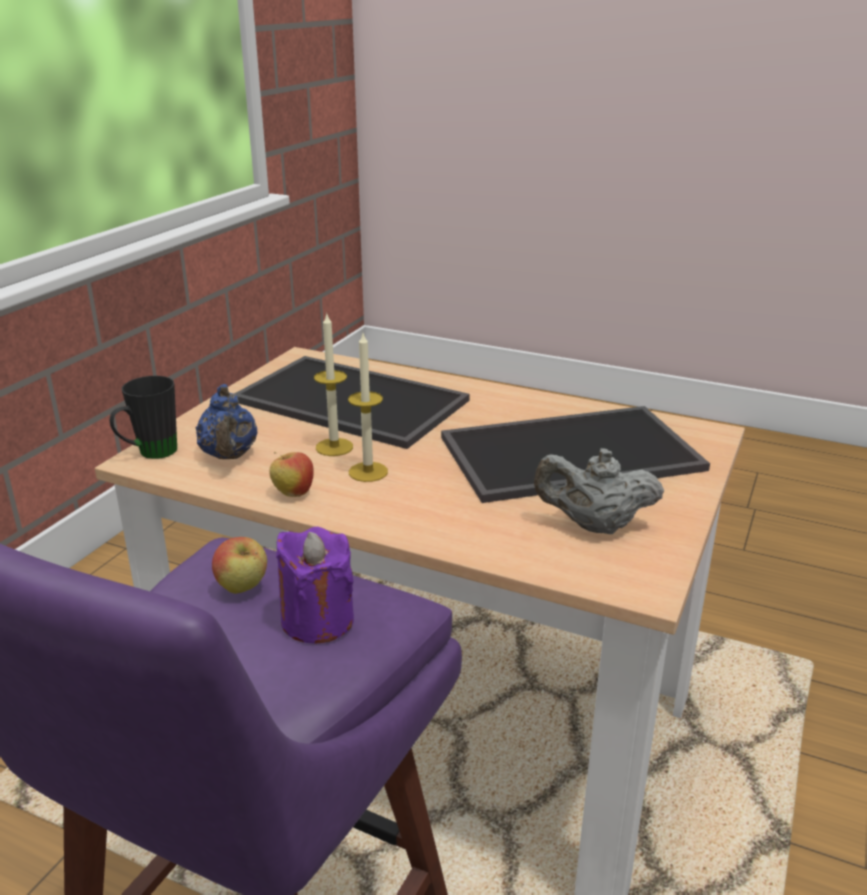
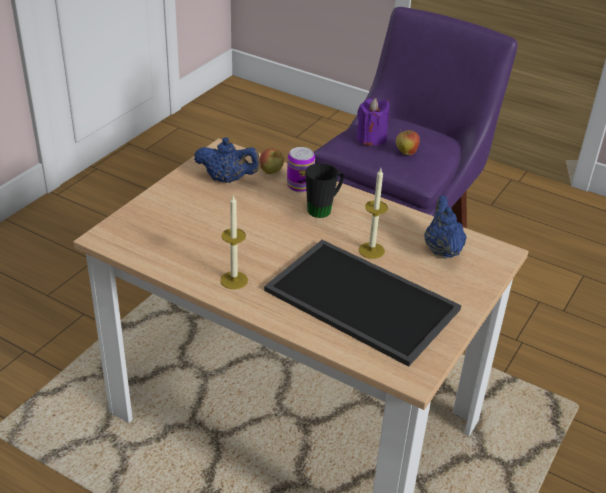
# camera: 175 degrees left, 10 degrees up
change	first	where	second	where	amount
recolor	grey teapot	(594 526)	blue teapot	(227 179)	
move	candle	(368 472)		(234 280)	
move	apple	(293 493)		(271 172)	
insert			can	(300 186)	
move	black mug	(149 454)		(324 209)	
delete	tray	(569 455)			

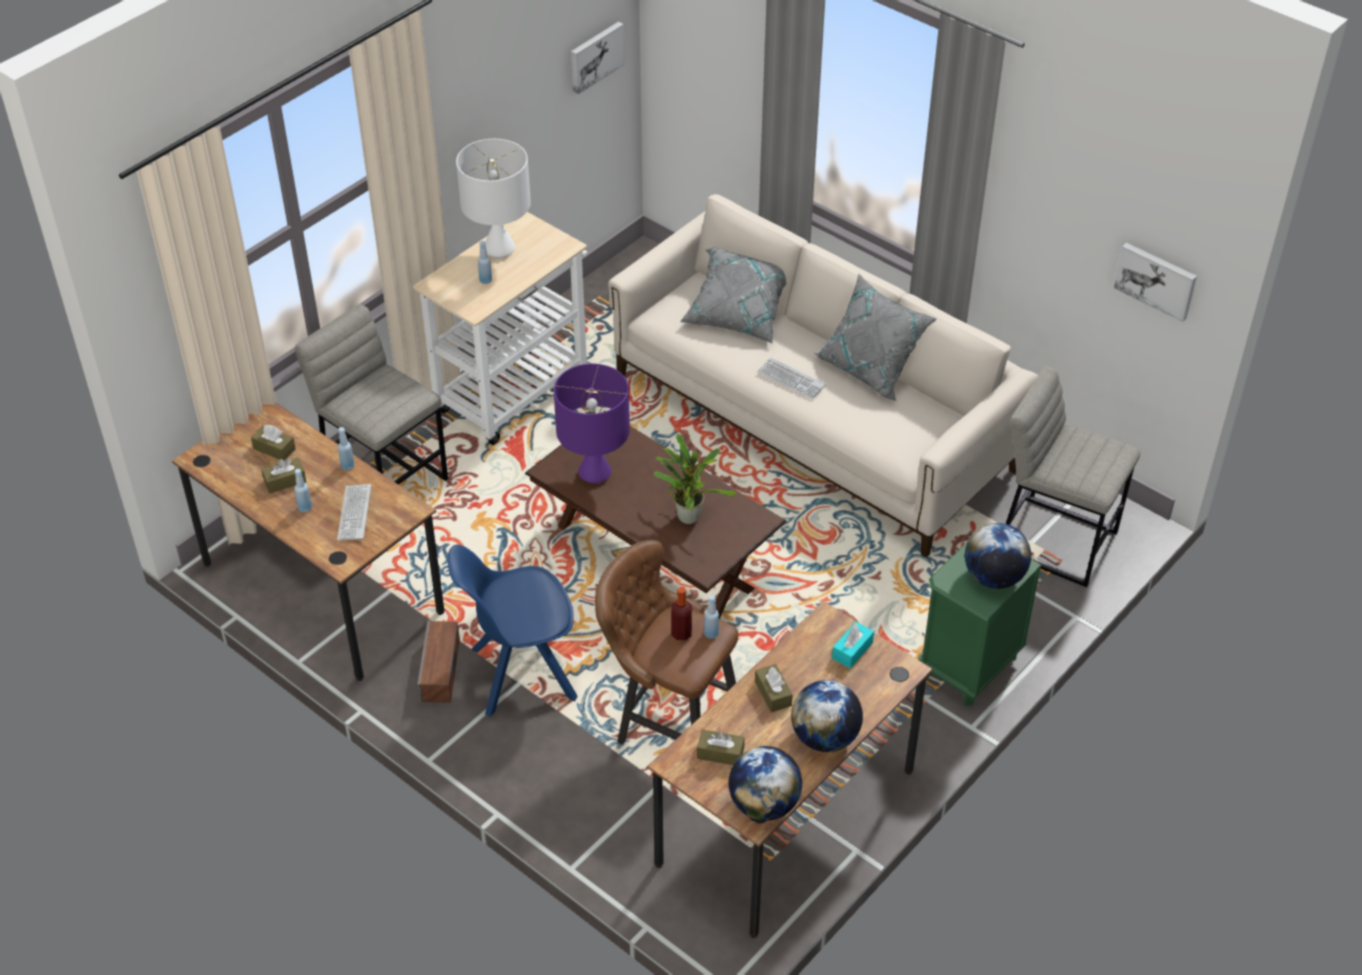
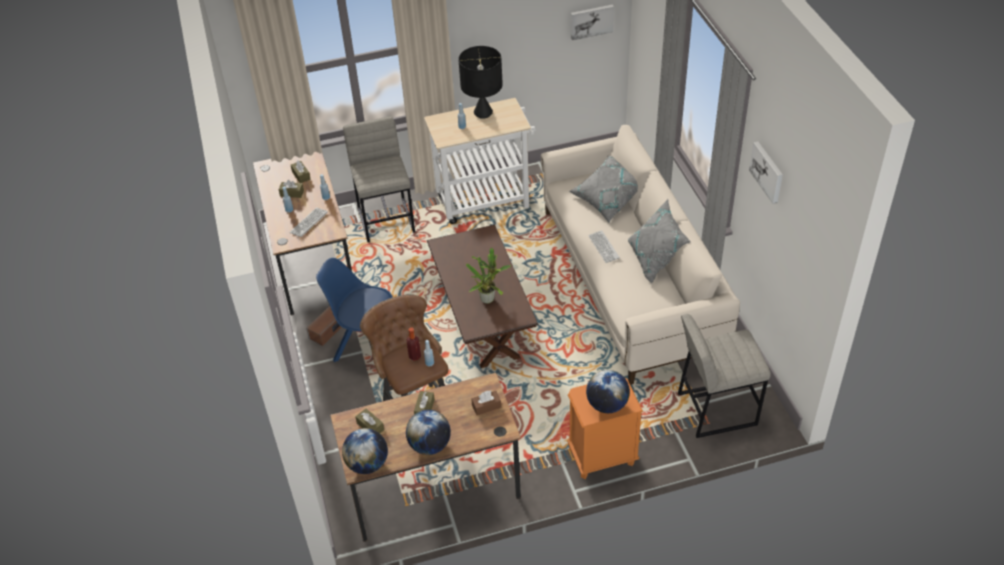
# camera: 35 degrees right, 0 degrees up
change	first	where	second	where	amount
recolor	white table lamp	(499 250)	black table lamp	(483 114)	
recolor	turquoise tissue box	(852 650)	brown tissue box	(486 406)	
recolor	green nightstand	(968 667)	orange nightstand	(601 457)	
rotate	grey chair	(1054 540)		(715 409)	75 degrees counterclockwise
move	picture	(1156 280)		(767 172)	
delete	purple table lamp	(594 474)			

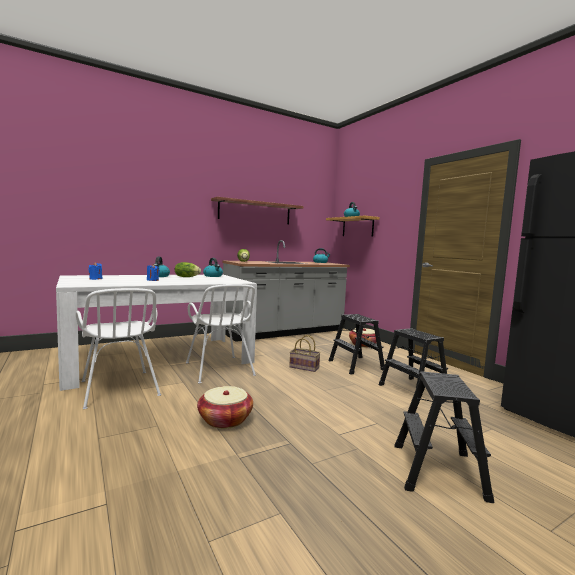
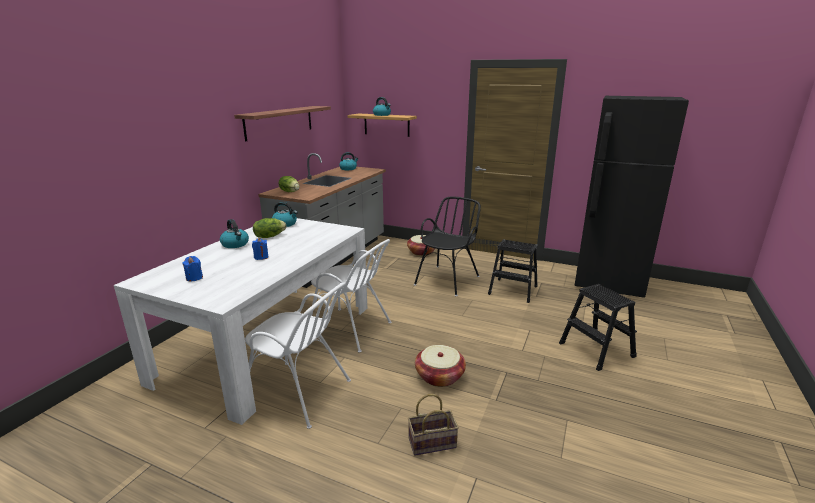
# camera: 35 degrees left, 15 degrees up
change	first	where	second	where	amount
move	basket	(305 367)		(433 442)	
replace	black step ladder	(356 365)	black chair	(448 279)	

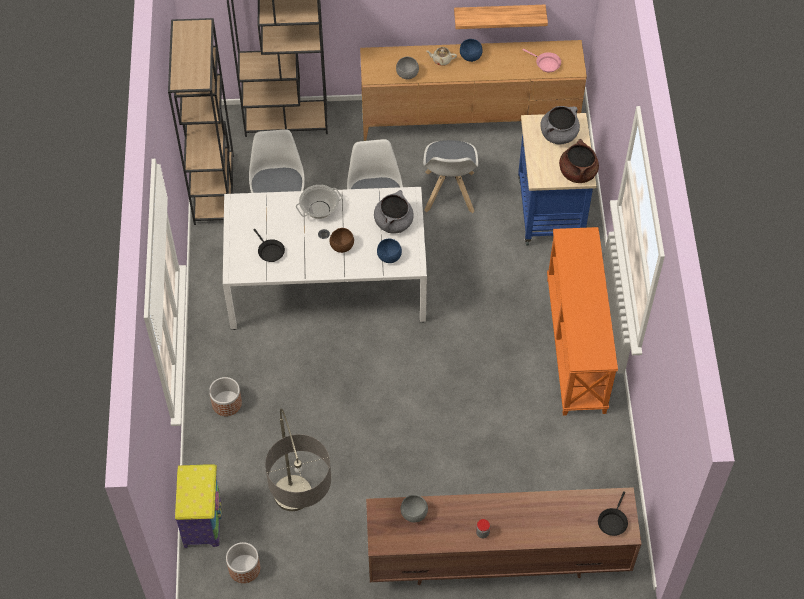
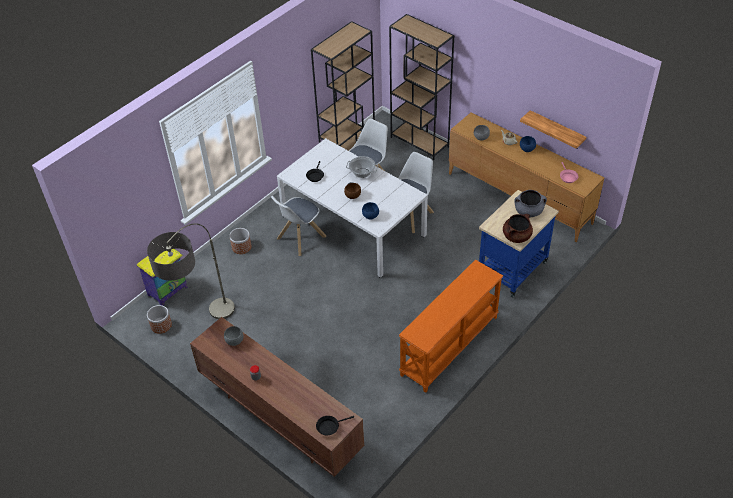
# camera: 45 degrees right, 10 degrees down
change	first	where	second	where	amount
move	chair	(449 193)		(300 238)	
delete	grey cooking pot	(393 222)			

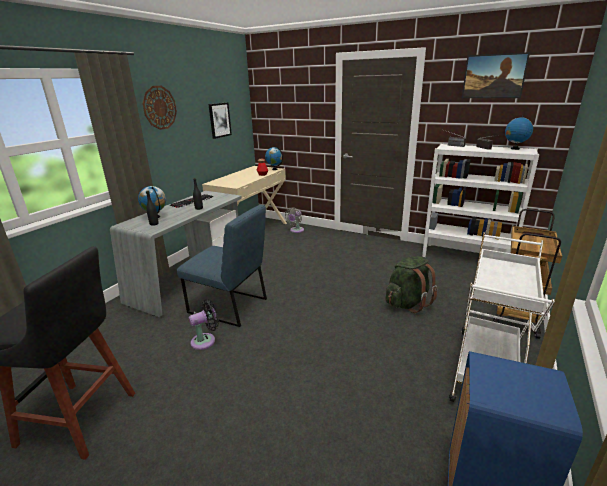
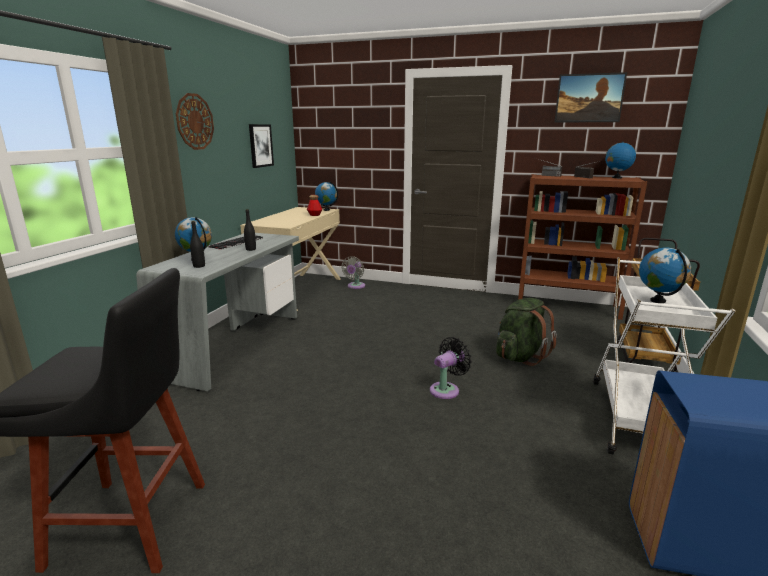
# camera: 10 degrees left, 5 degrees down
change	first	where	second	where	amount
move	black fan	(206 340)		(446 389)	
recolor	white bookcase	(466 258)	brown bookcase	(567 307)	
insert			globe	(658 301)	
delete	blue chair	(229 306)			

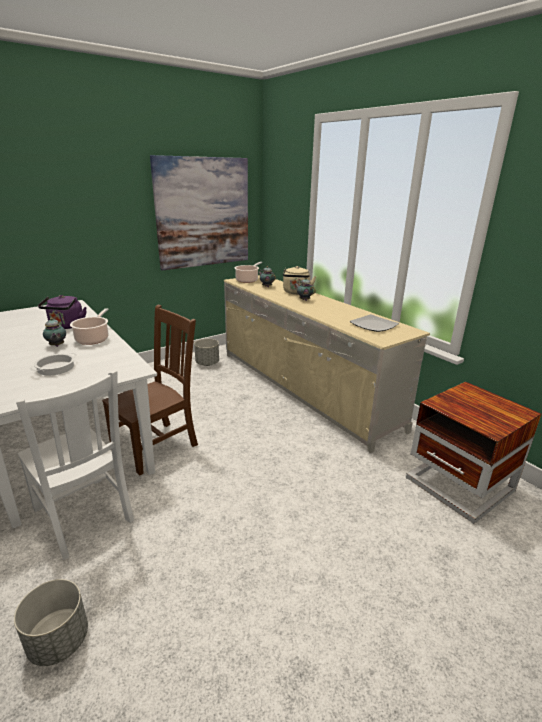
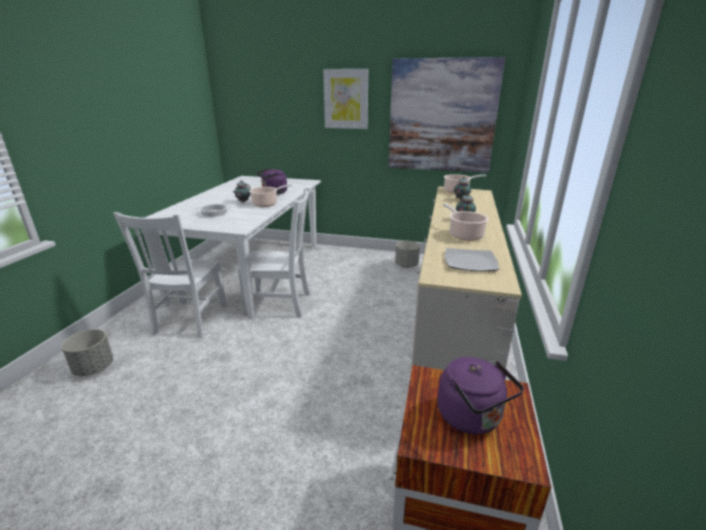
# camera: 50 degrees right, 0 degrees up
change	first	where	second	where	amount
recolor	brown chair	(158 446)	white chair	(281 304)	
insert			picture	(346 99)	
insert			purple kettle	(472 418)	
insert			cooking pot	(464 235)	
delete	beige kettle	(296 292)			

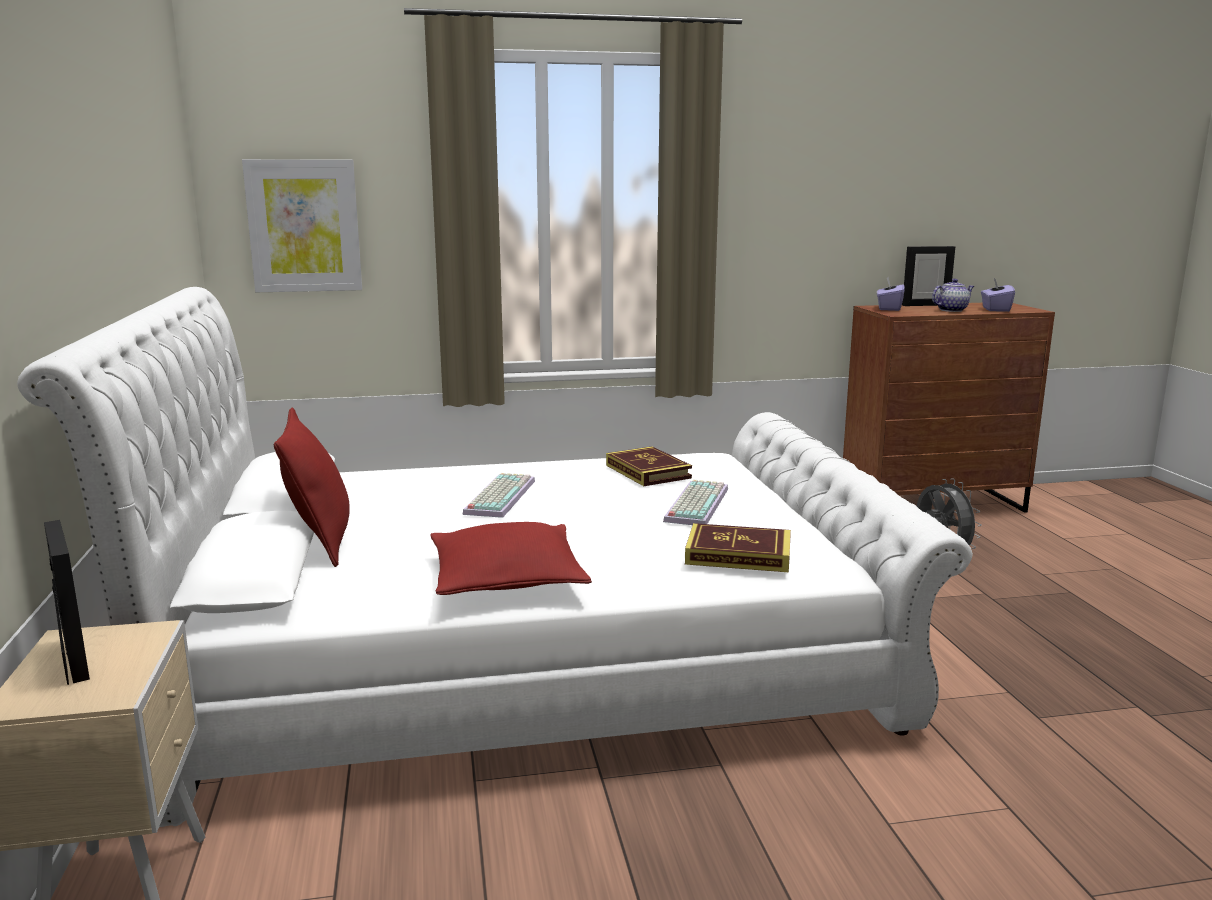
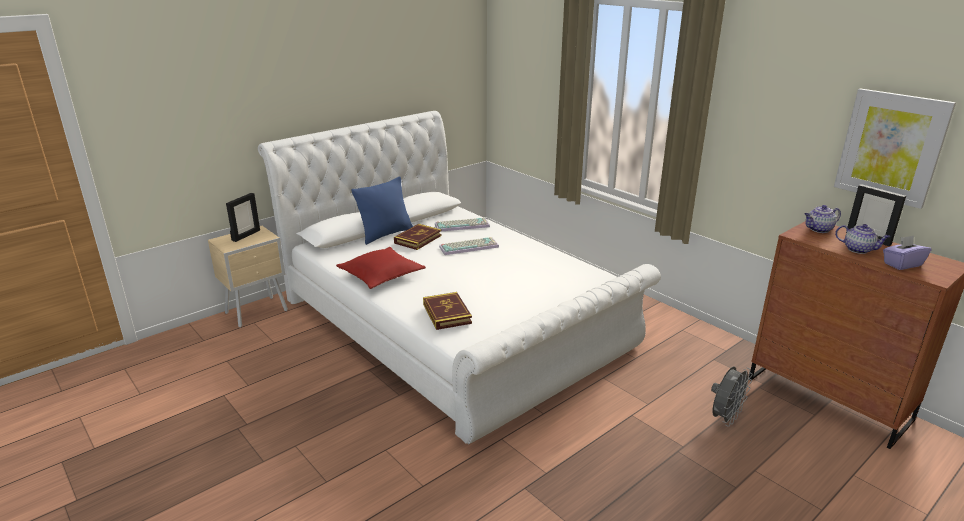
# camera: 60 degrees right, 10 degrees up
change	first	where	second	where	amount
recolor	red pillow	(321 542)	blue pillow	(385 234)	
move	book	(648 471)		(418 239)	
move	keyboard	(695 504)		(462 225)	
replace	purple tissue box	(889 308)	teapot	(818 229)	
move	picture	(304 226)		(891 147)	

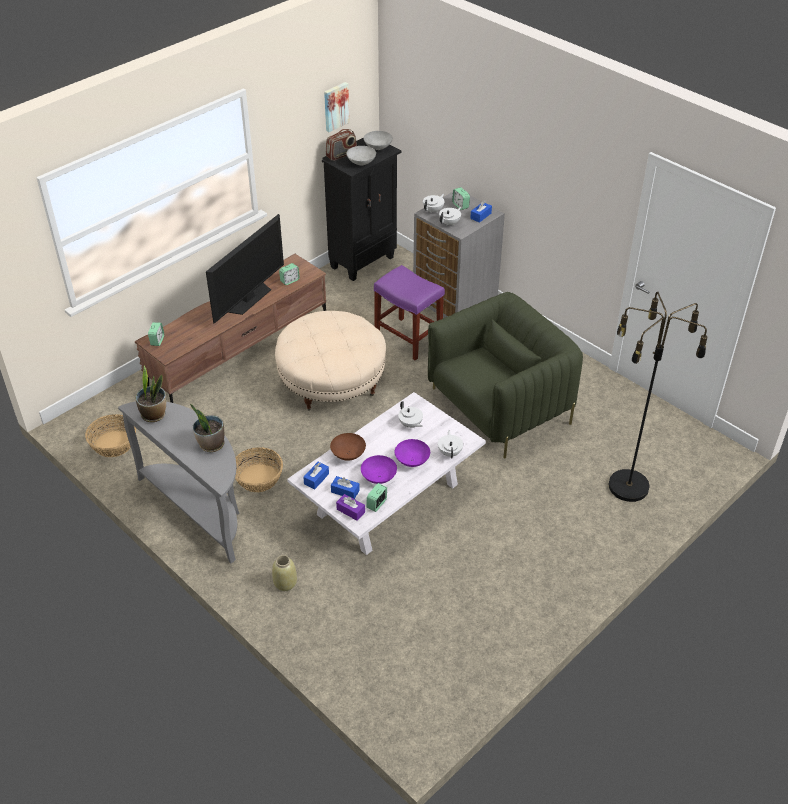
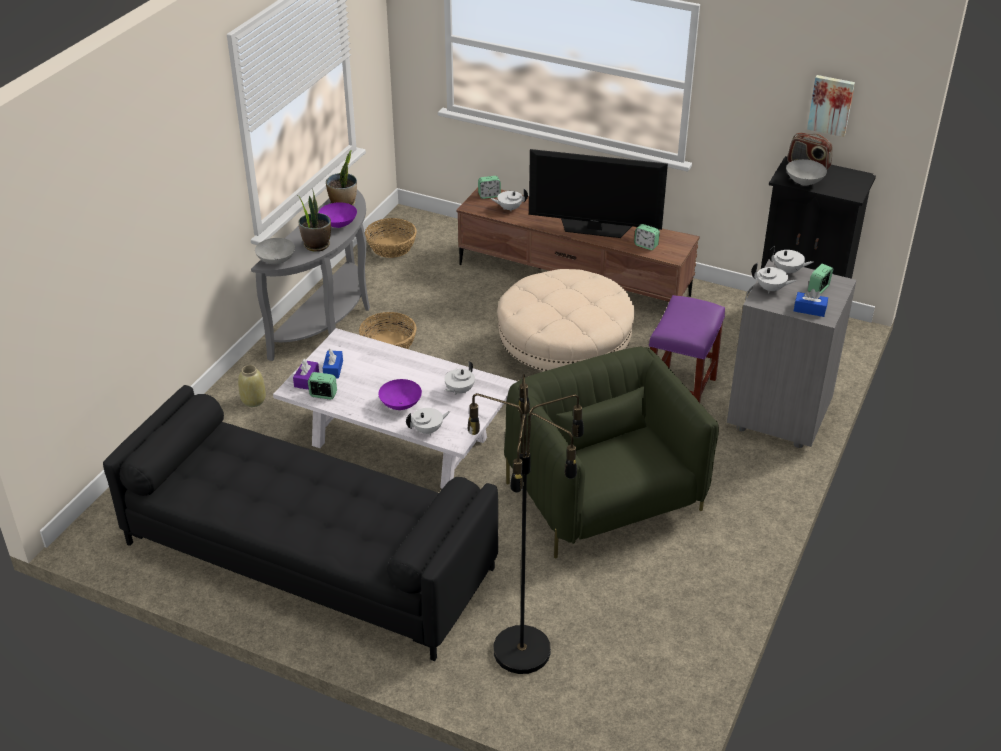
# camera: 70 degrees right, 5 degrees down
change	first	where	second	where	amount
insert			black sofa	(308 555)	
move	grey bowl	(378 147)		(277 261)	
move	purple bowl	(379 477)		(339 224)	
insert			white teapot	(509 208)	
rotate	green armchair	(499 406)		(604 498)	150 degrees counterclockwise
delete	blue tissue box	(316 479)			
delete	brown bowl	(347 454)			

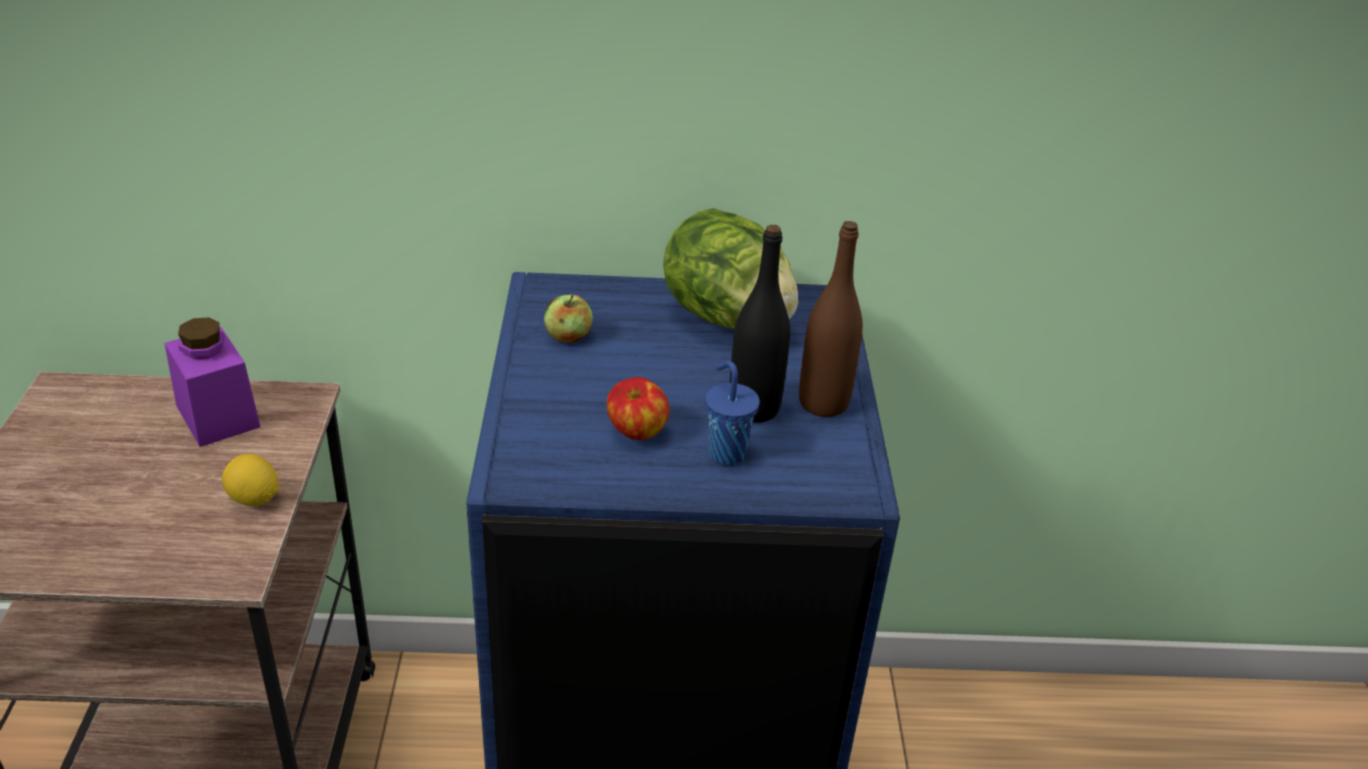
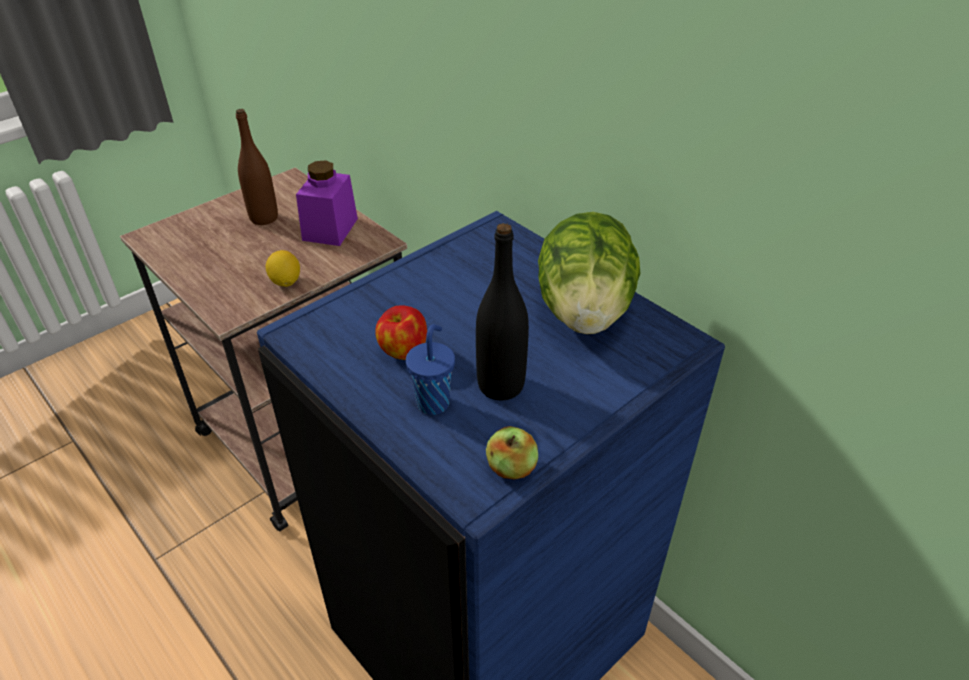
# camera: 50 degrees right, 5 degrees up
change	first	where	second	where	amount
move	brown bottle	(823 403)		(264 218)	
move	apple	(568 336)		(511 468)	

